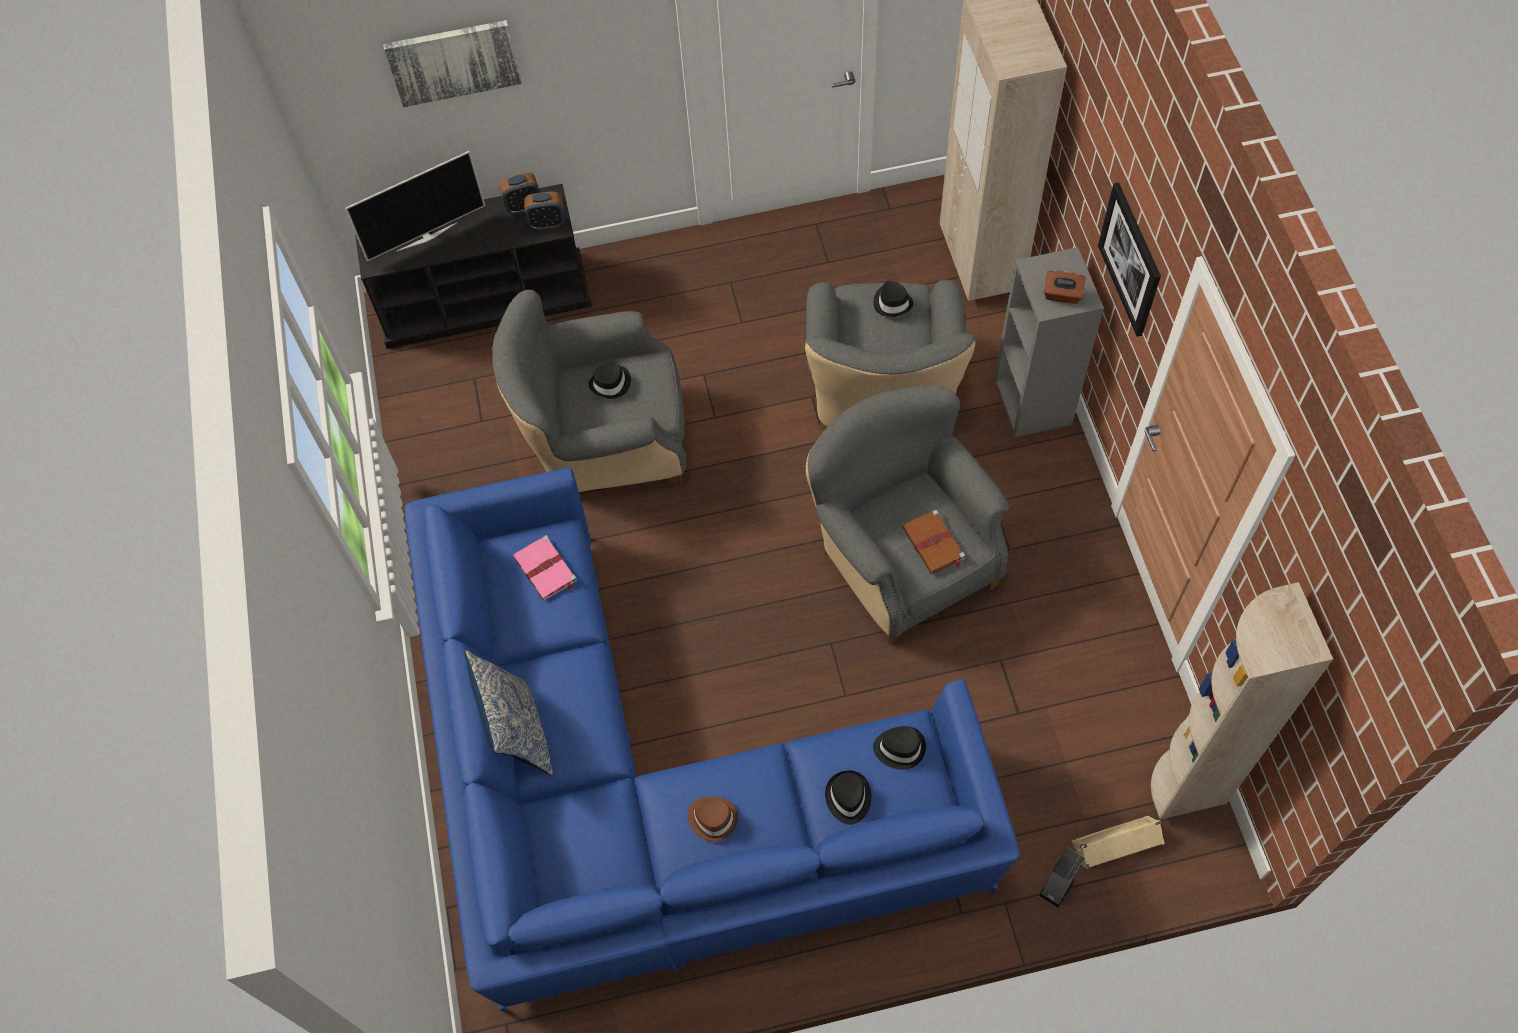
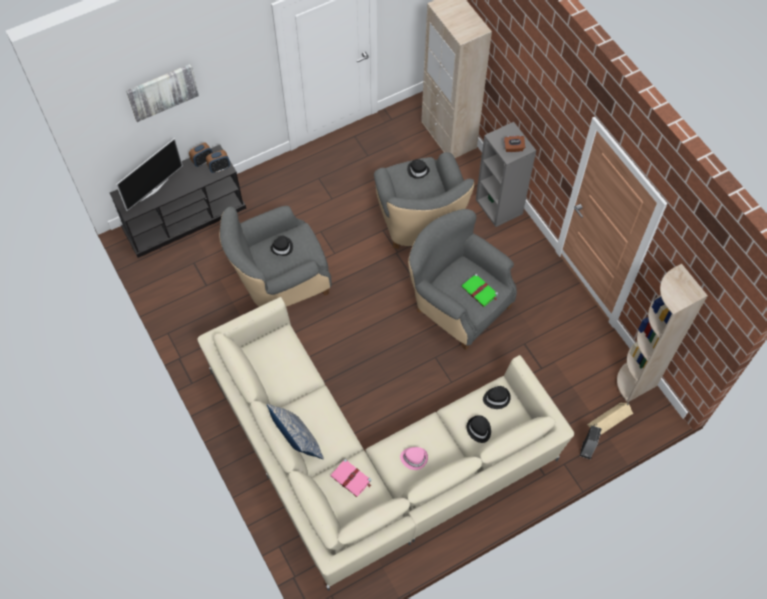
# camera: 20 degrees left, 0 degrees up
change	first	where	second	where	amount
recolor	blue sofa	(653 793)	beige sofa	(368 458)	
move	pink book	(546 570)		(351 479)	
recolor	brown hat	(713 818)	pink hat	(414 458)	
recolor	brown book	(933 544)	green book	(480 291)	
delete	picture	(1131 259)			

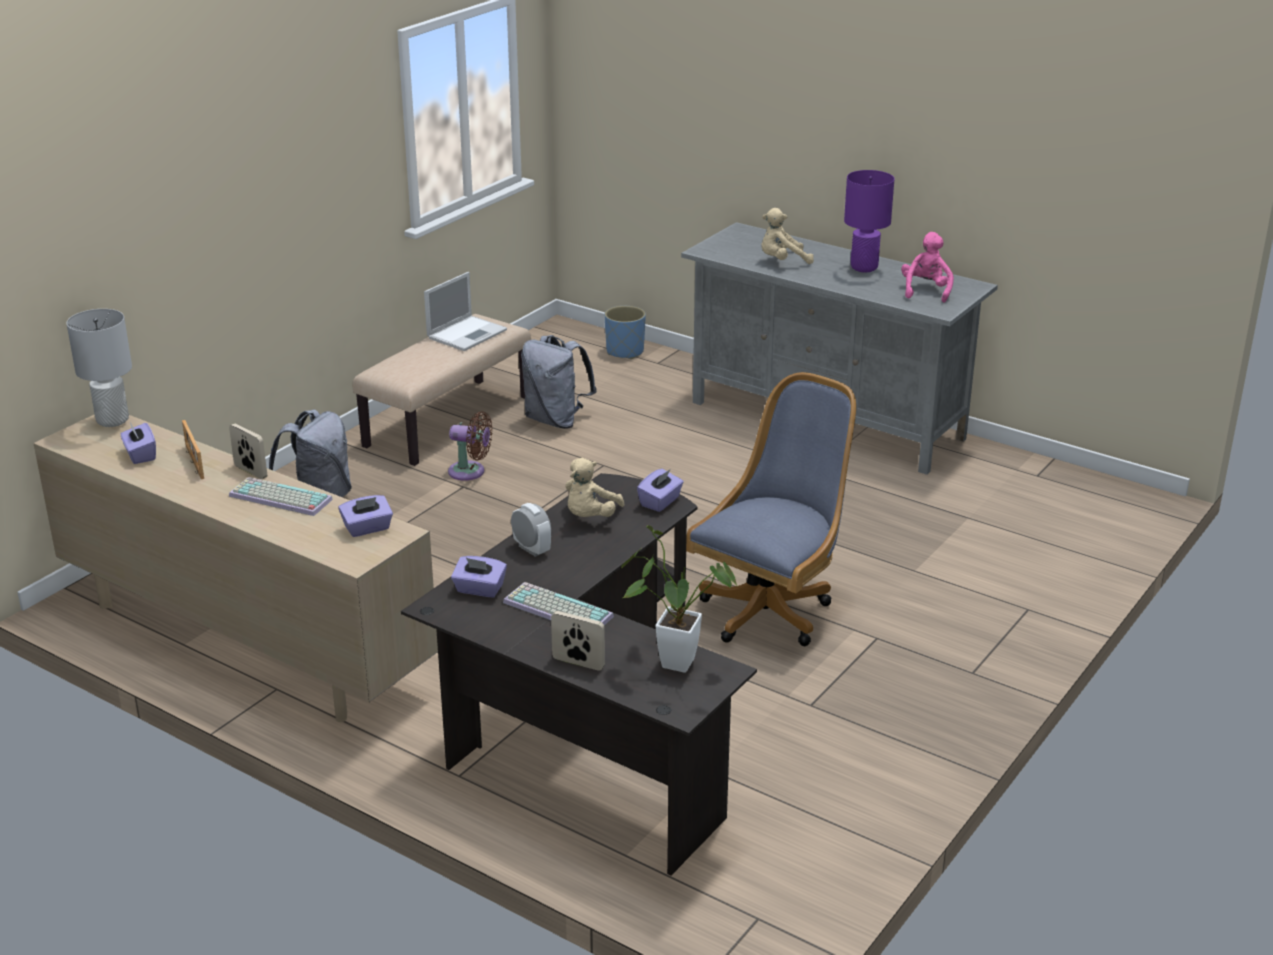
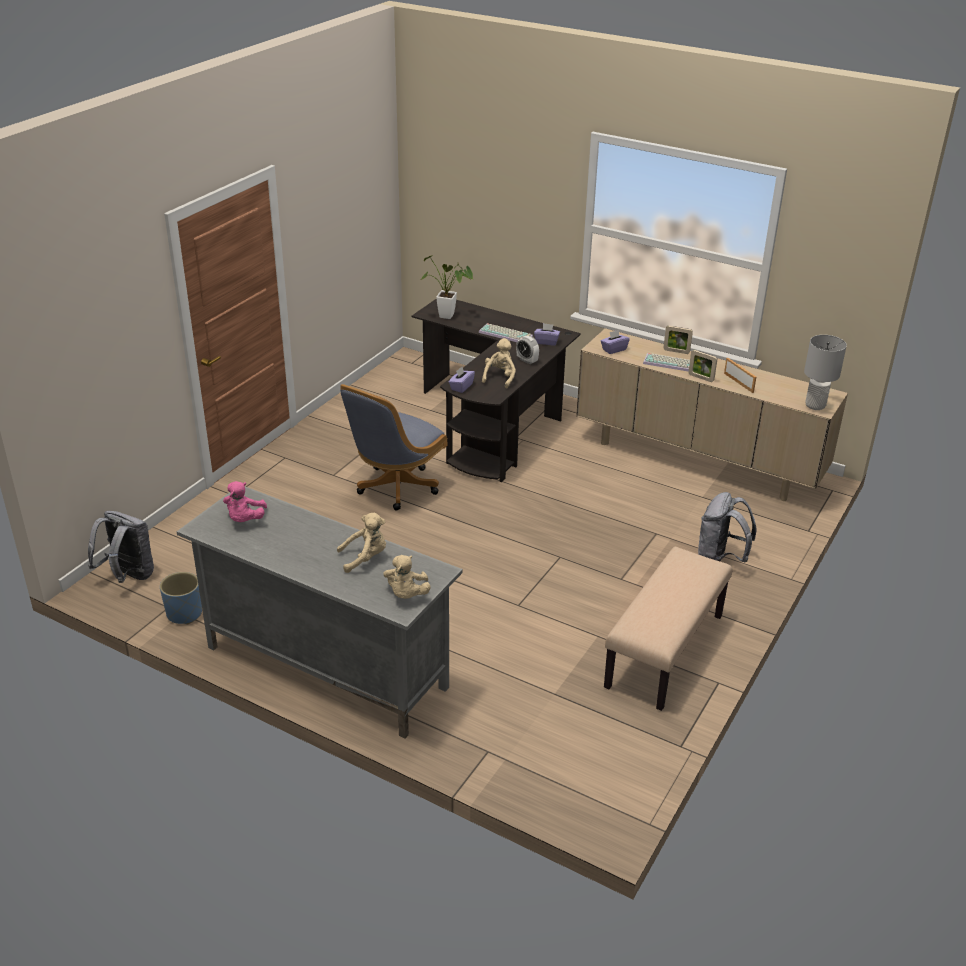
# camera: 175 degrees right, 5 degrees up
change	first	where	second	where	amount
move	grey backpack	(556 420)		(128 576)	
move	blue planter	(624 352)		(185 614)	
insert			beige plush toy	(406 594)	
move	picture frame	(578 663)		(676 351)	
delete	purple tissue box	(140 455)			
delete	laptop	(467 333)			
delete	brown fan	(470 472)			
delete	purple table lamp	(864 270)			

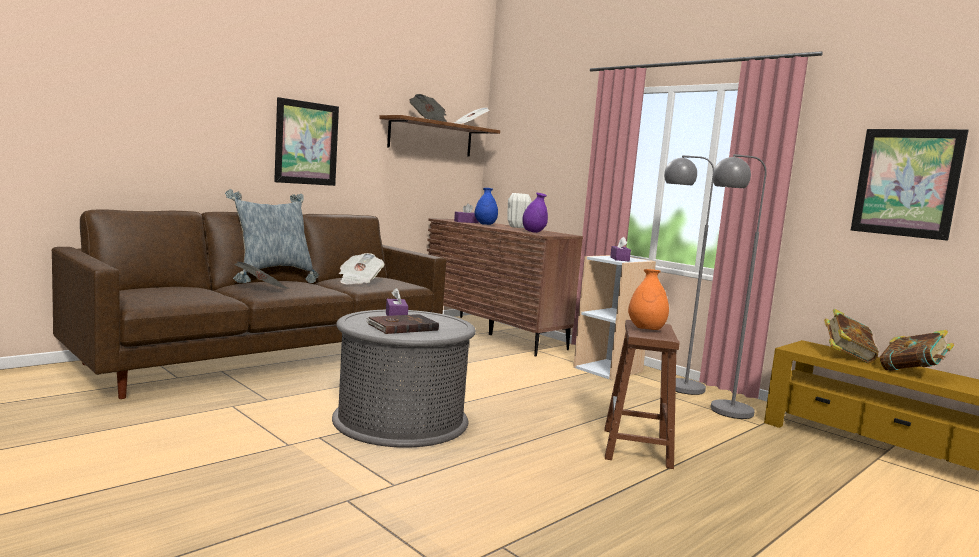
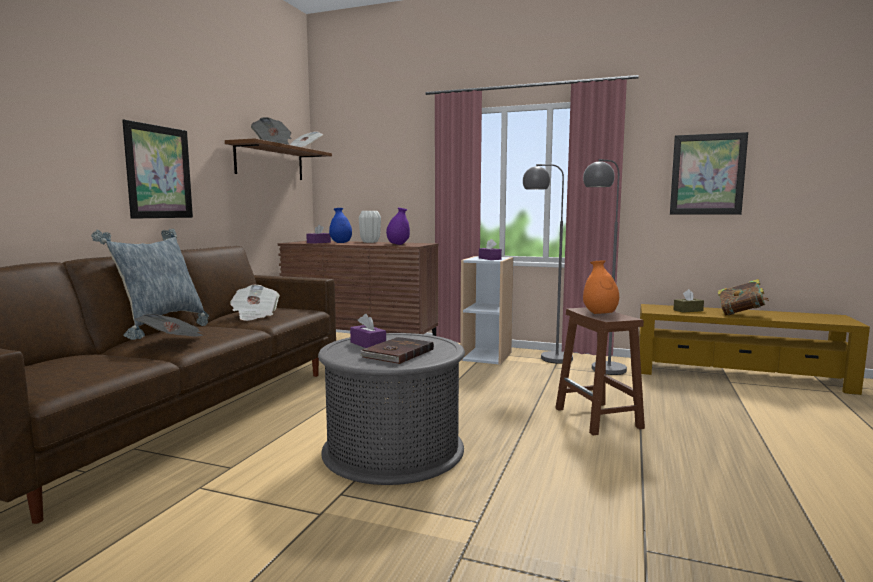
# camera: 25 degrees left, 0 degrees up
change	first	where	second	where	amount
replace	book	(846 357)	brown tissue box	(688 310)	

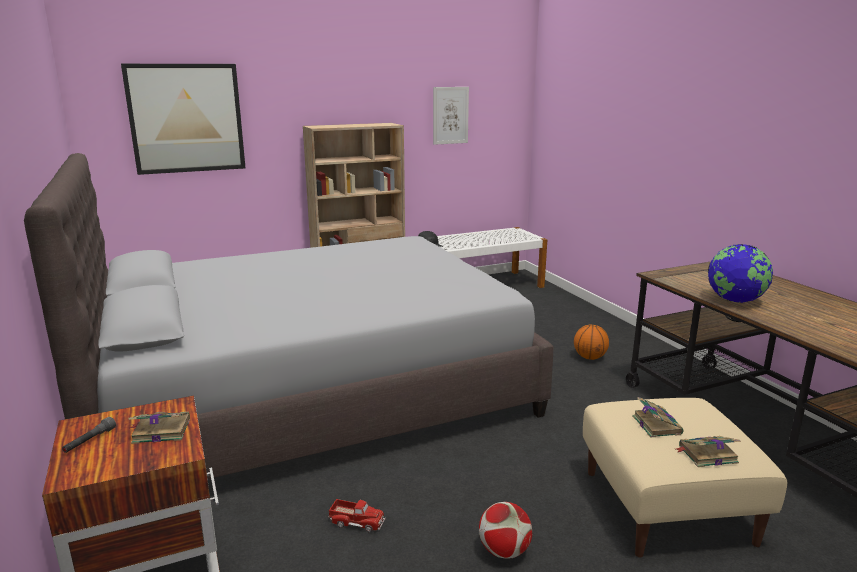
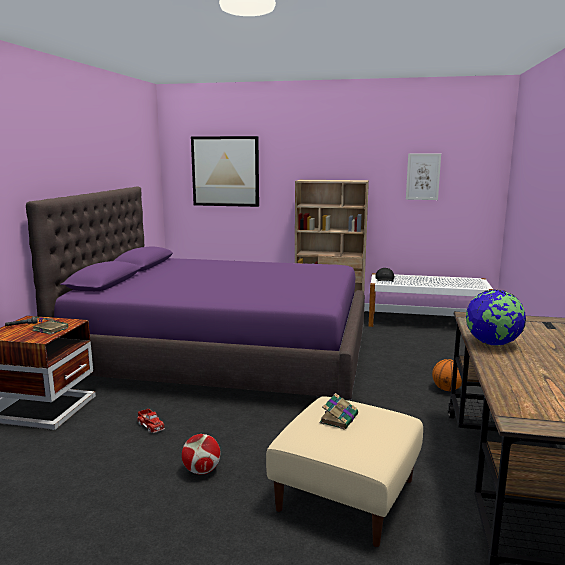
# camera: 35 degrees right, 5 degrees down
change	first	where	second	where	amount
recolor	grey bed	(310 392)	purple bed	(221 357)	
delete	book	(706 455)			

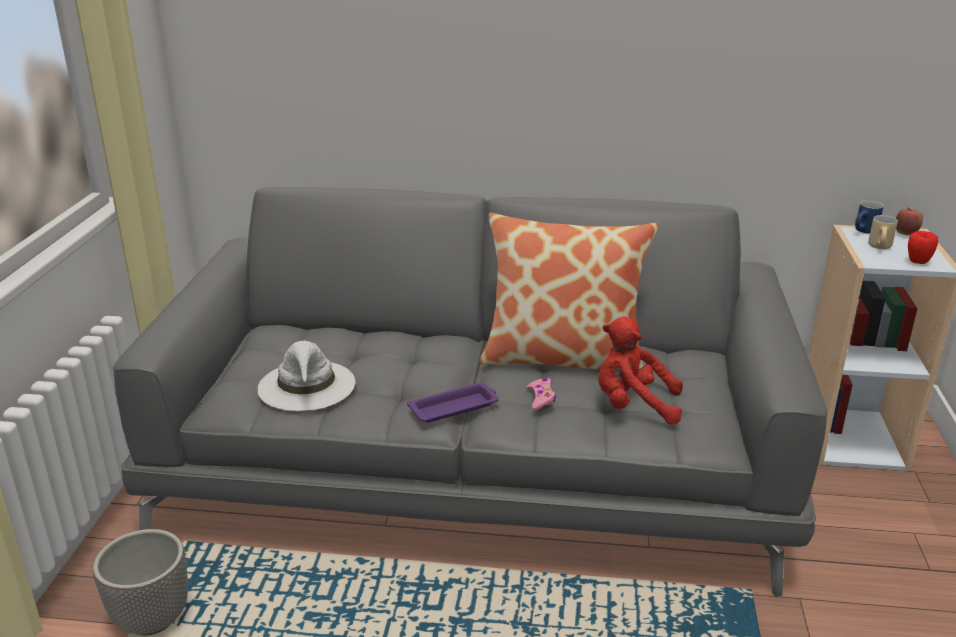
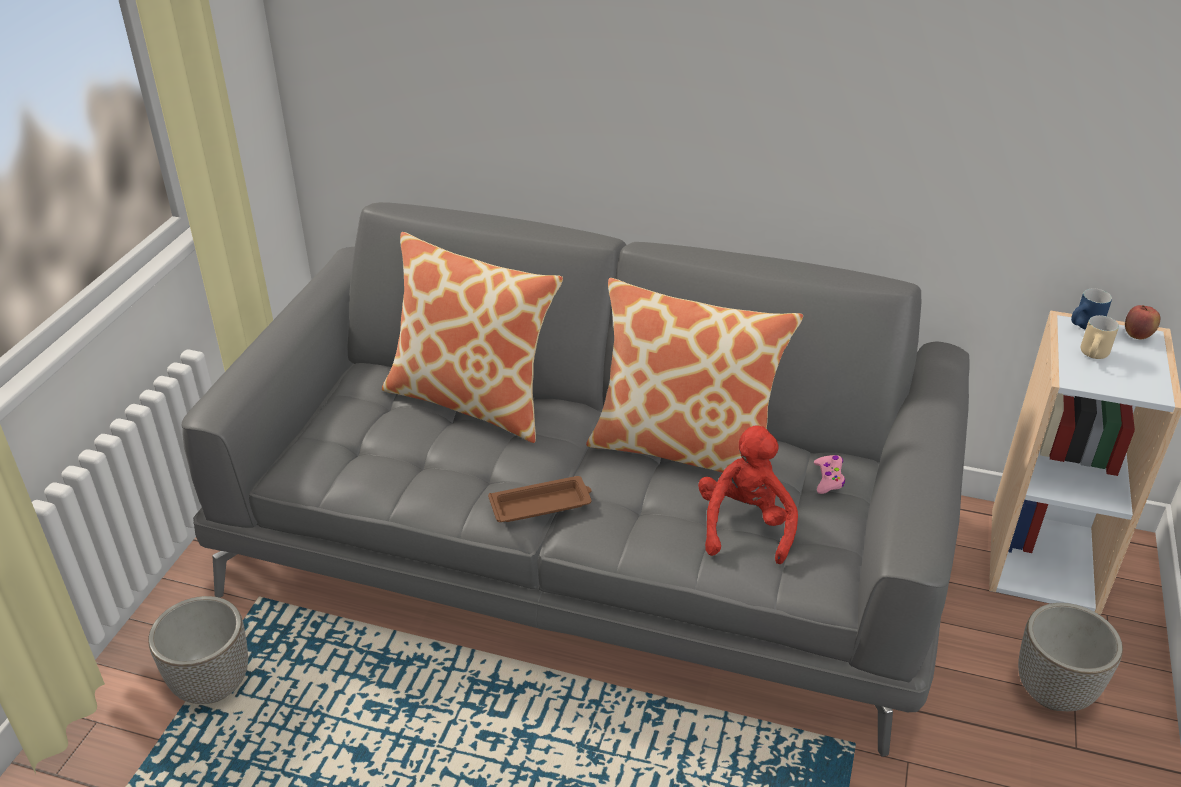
# camera: 10 degrees right, 10 degrees up
change	first	where	second	where	amount
insert			pillow	(472 400)	
recolor	purple tray	(455 407)	brown tray	(542 504)	
rotate	red plush toy	(633 406)		(745 525)	75 degrees clockwise
move	pink game controller	(541 398)		(828 478)	
insert			planter	(1054 693)	
delete	white hat	(307 386)			
delete	apple	(918 262)			

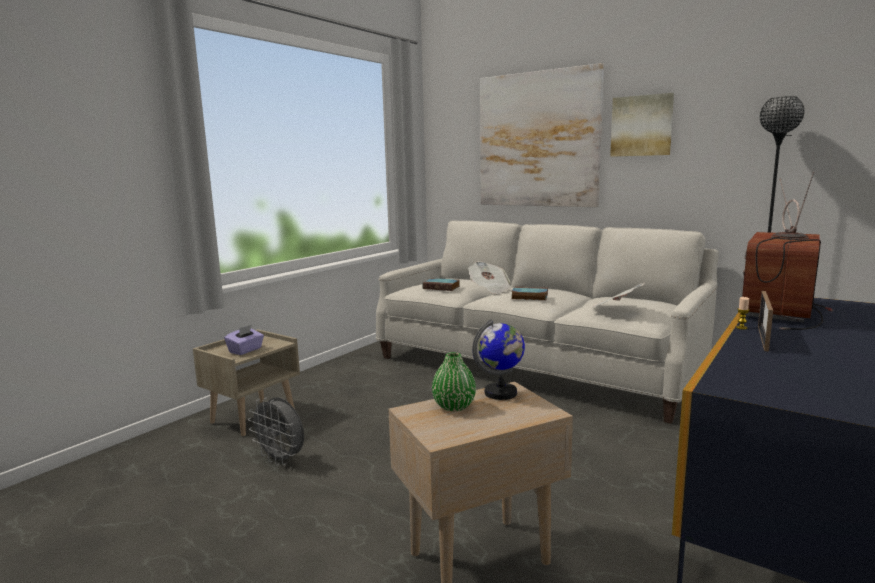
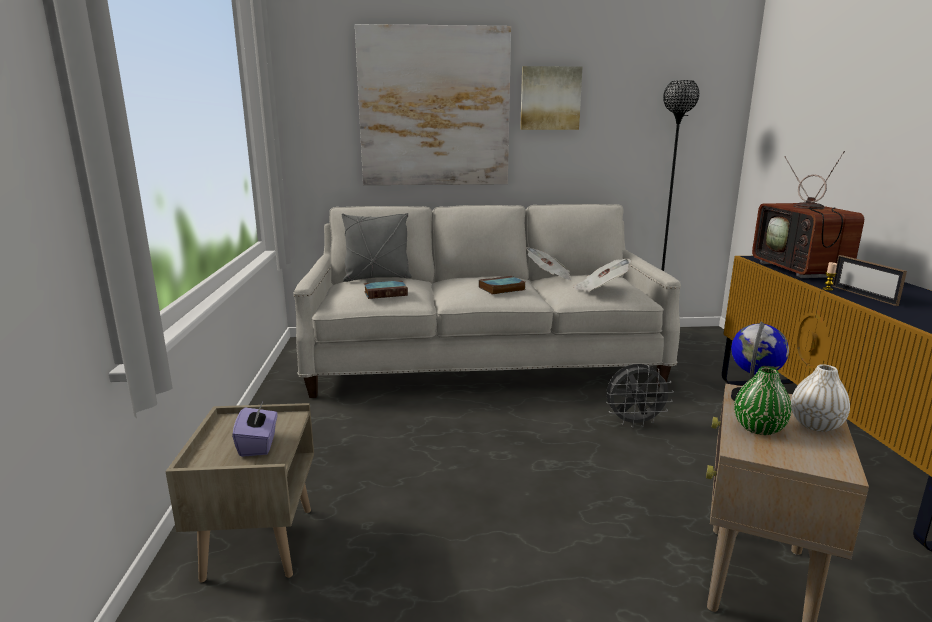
# camera: 40 degrees left, 5 degrees up
change	first	where	second	where	amount
insert			grey pillow	(377 278)	
move	newspaper	(489 289)		(549 276)	
move	grey fan	(281 459)		(634 423)	
insert			white vase	(815 425)	

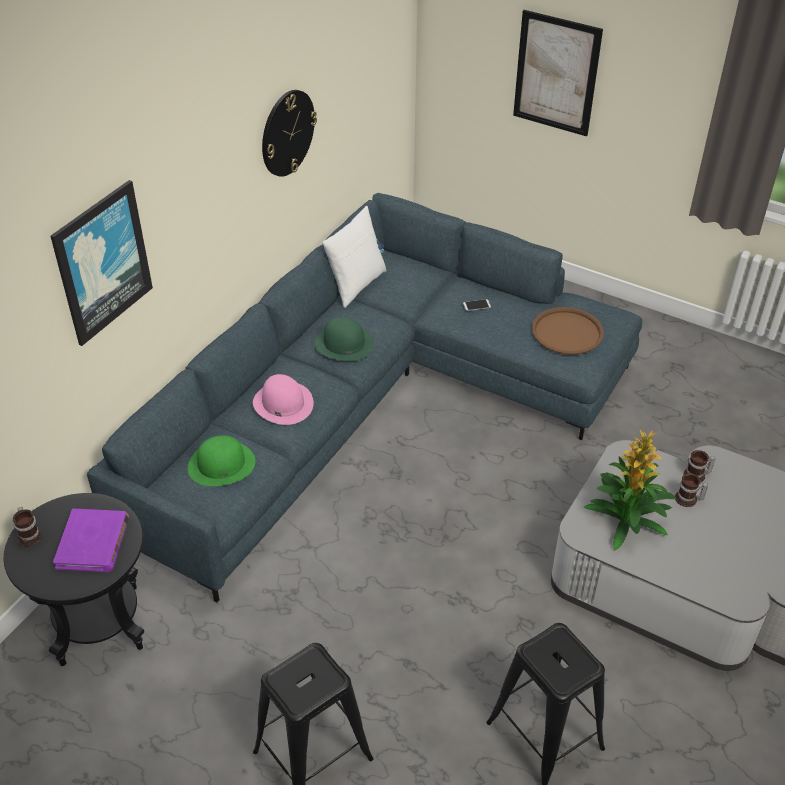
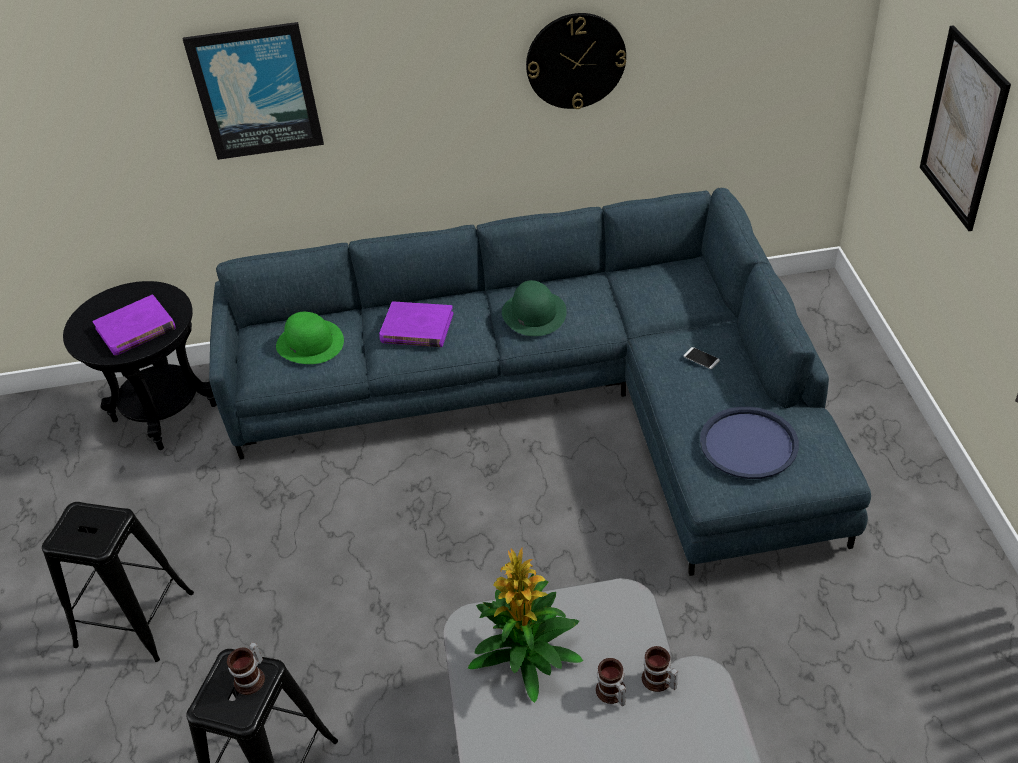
# camera: 55 degrees right, 0 degrees up
change	first	where	second	where	amount
move	mug	(30 535)		(252 678)	
replace	pink hat	(283 403)	purple book	(417 328)	
recolor	brown tray	(567 332)	blue tray	(748 444)	
delete	white pillow	(356 285)			

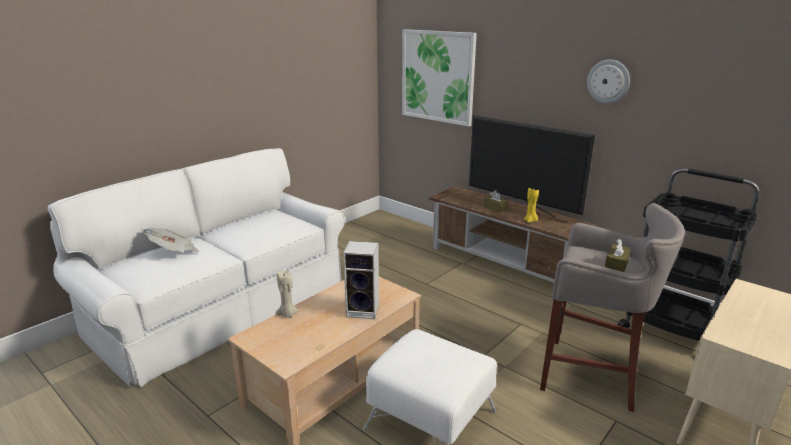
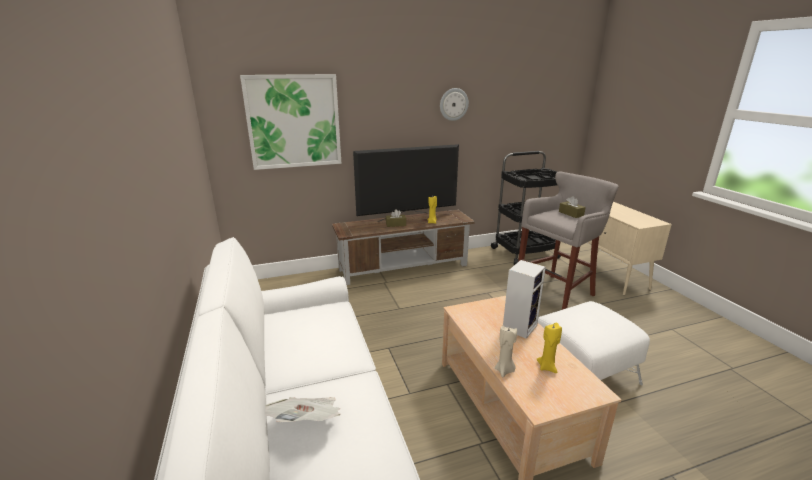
# camera: 60 degrees left, 0 degrees up
change	first	where	second	where	amount
insert			yellow candle	(547 367)	

